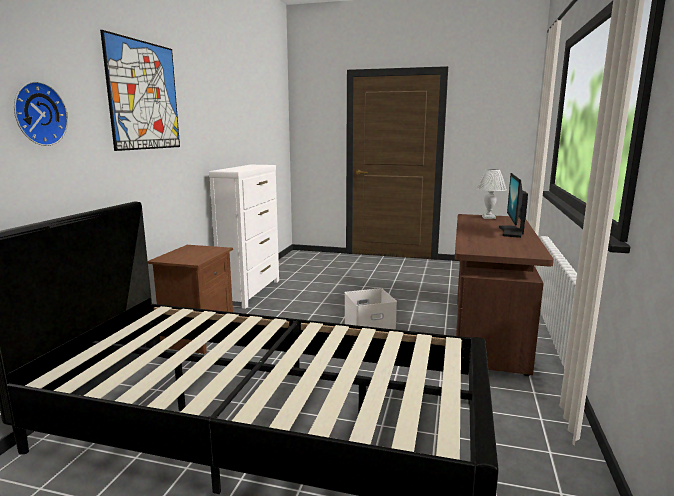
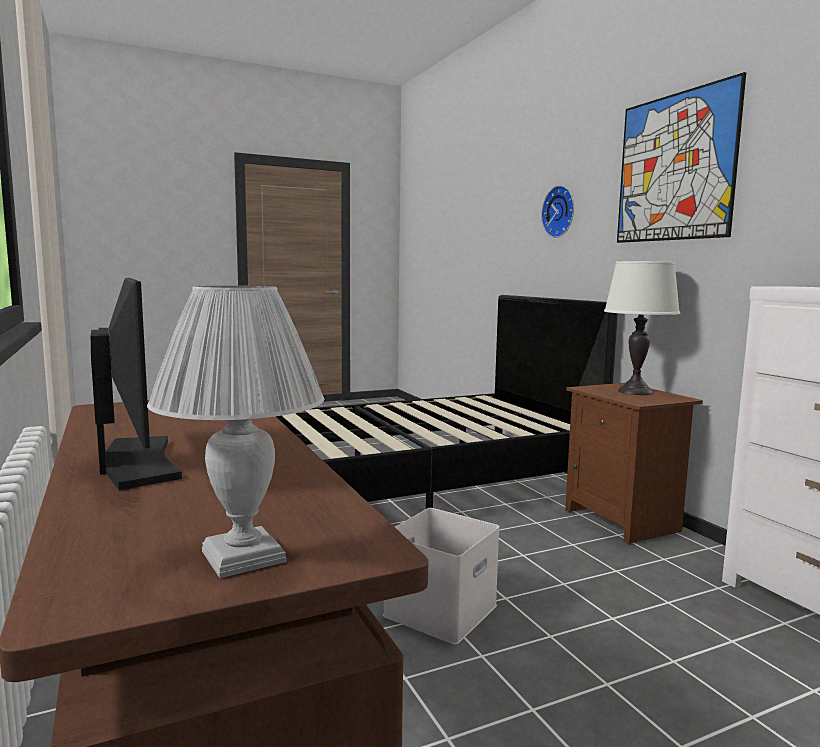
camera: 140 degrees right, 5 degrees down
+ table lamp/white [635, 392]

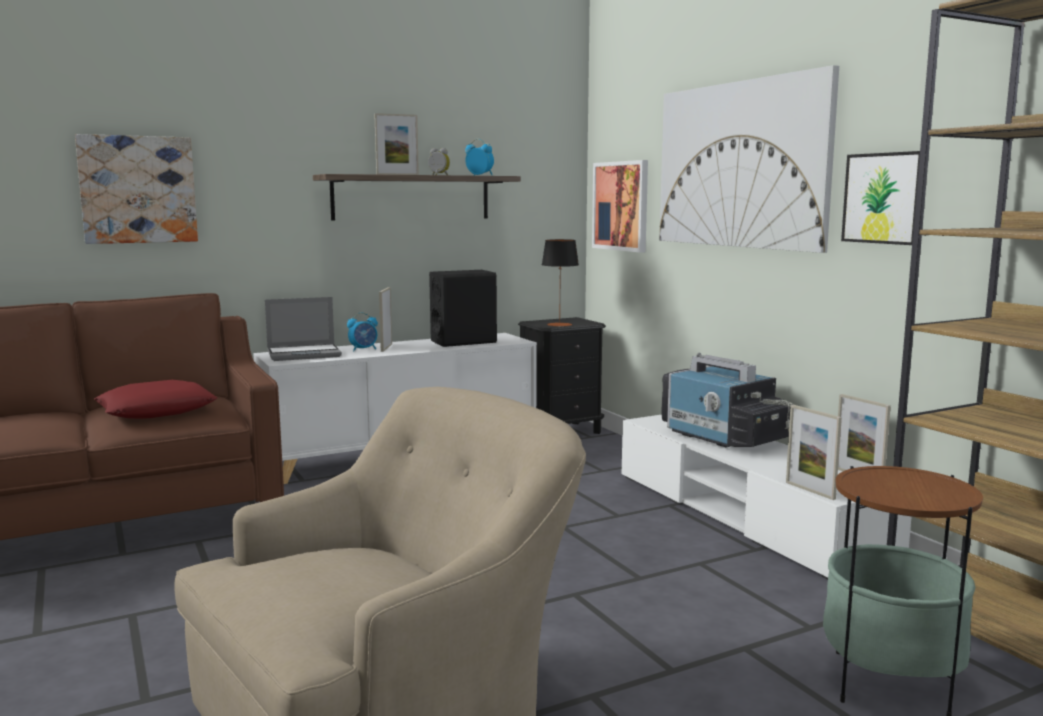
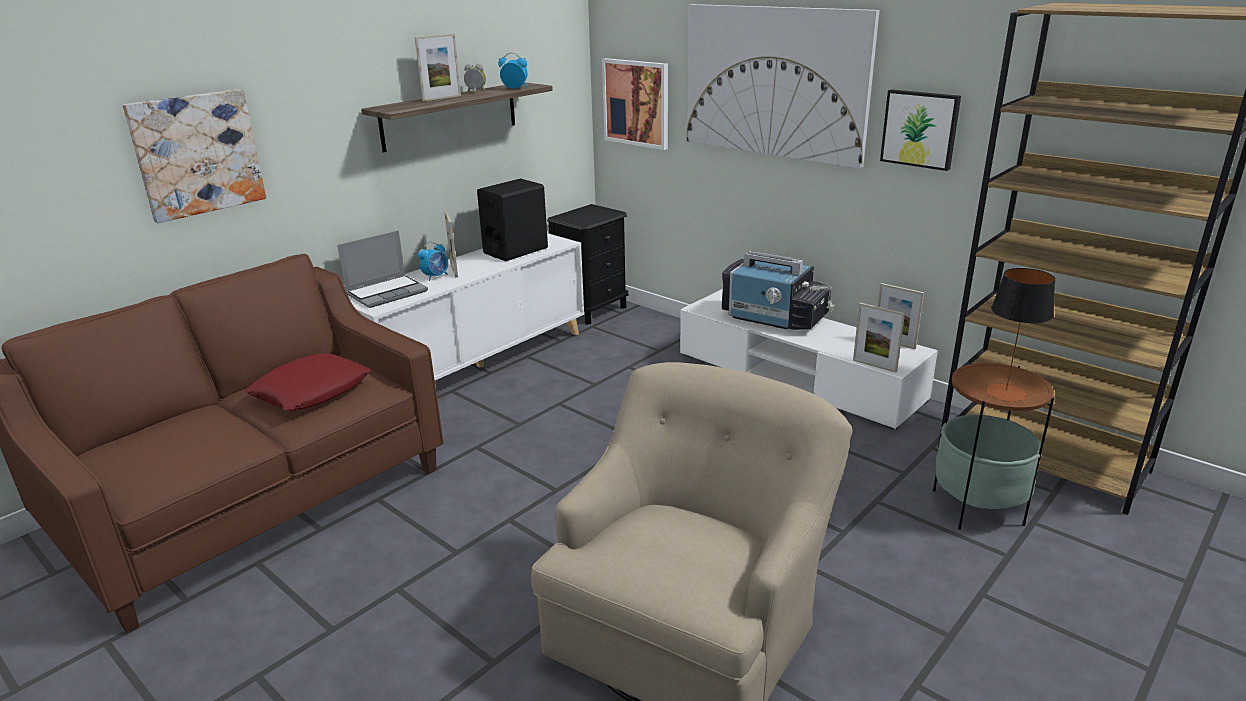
camera: 20 degrees left, 15 degrees up
~ table lamp [559, 324] to [1005, 393]

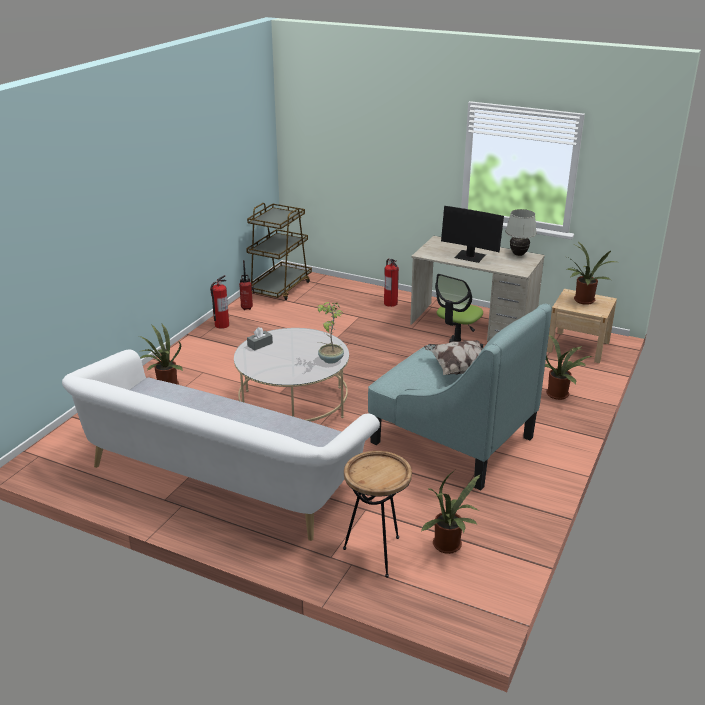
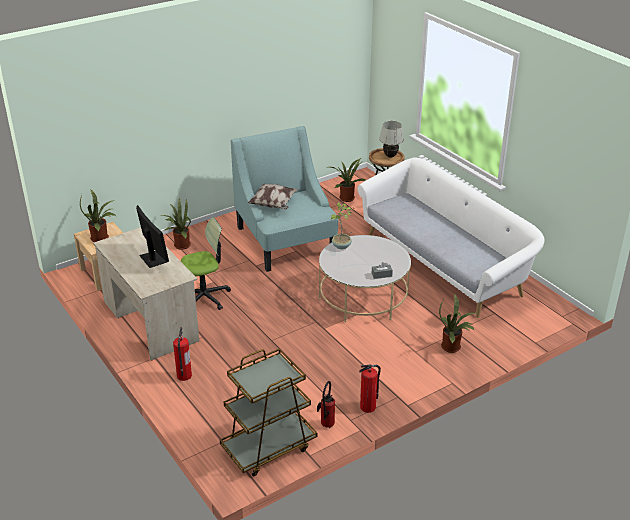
camera: 150 degrees left, 5 degrees up
~ table lamp/white [518, 254] to [390, 156]

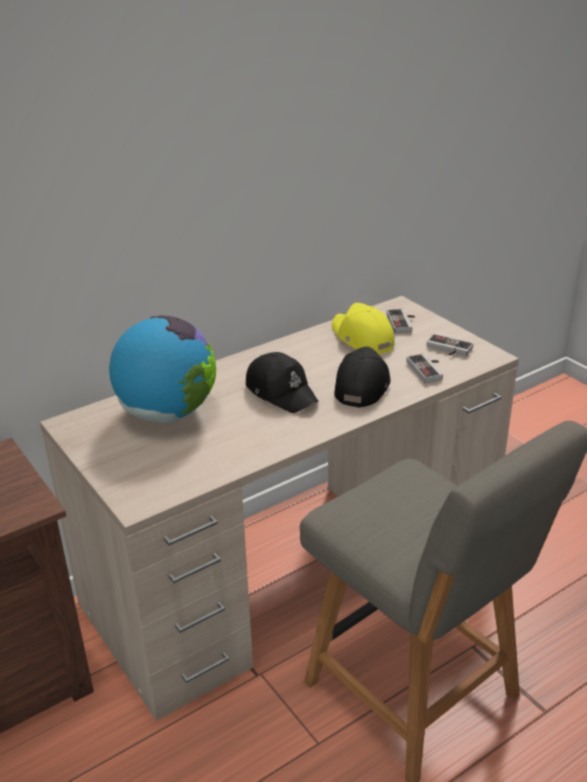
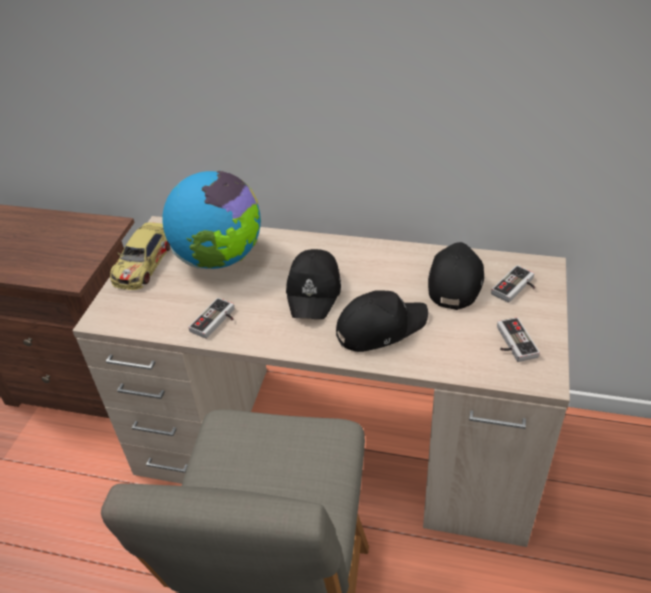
camera: 50 degrees right, 10 degrees up
+ toy car [144, 262]
~ game controller [428, 370] to [216, 322]
~ cap/yellow [361, 338] to cap/black [454, 281]

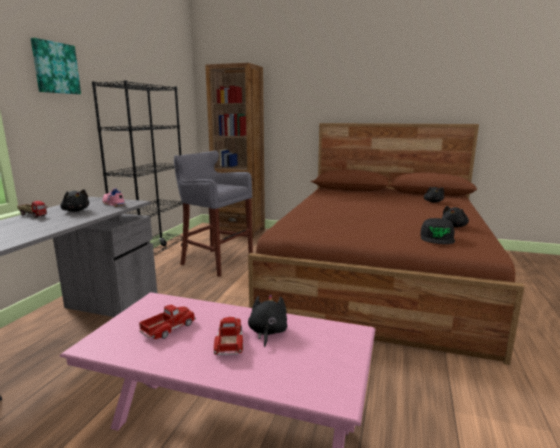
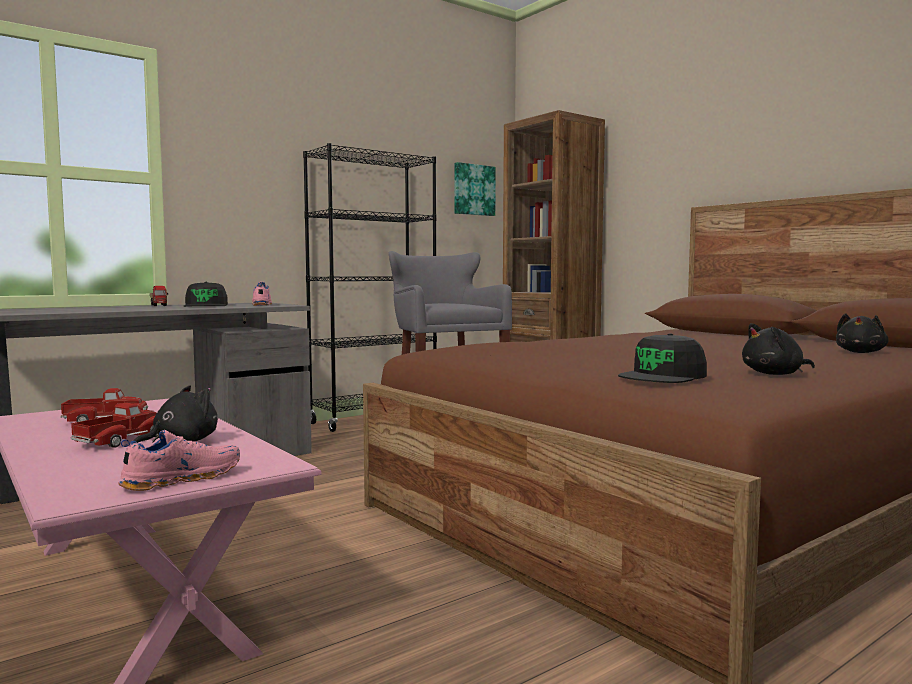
camera: 35 degrees right, 10 degrees down
+ shoe/pink [181, 479]
~ picture [55, 68] to [473, 190]
~ plush toy/black [76, 211] to cap/black [206, 305]

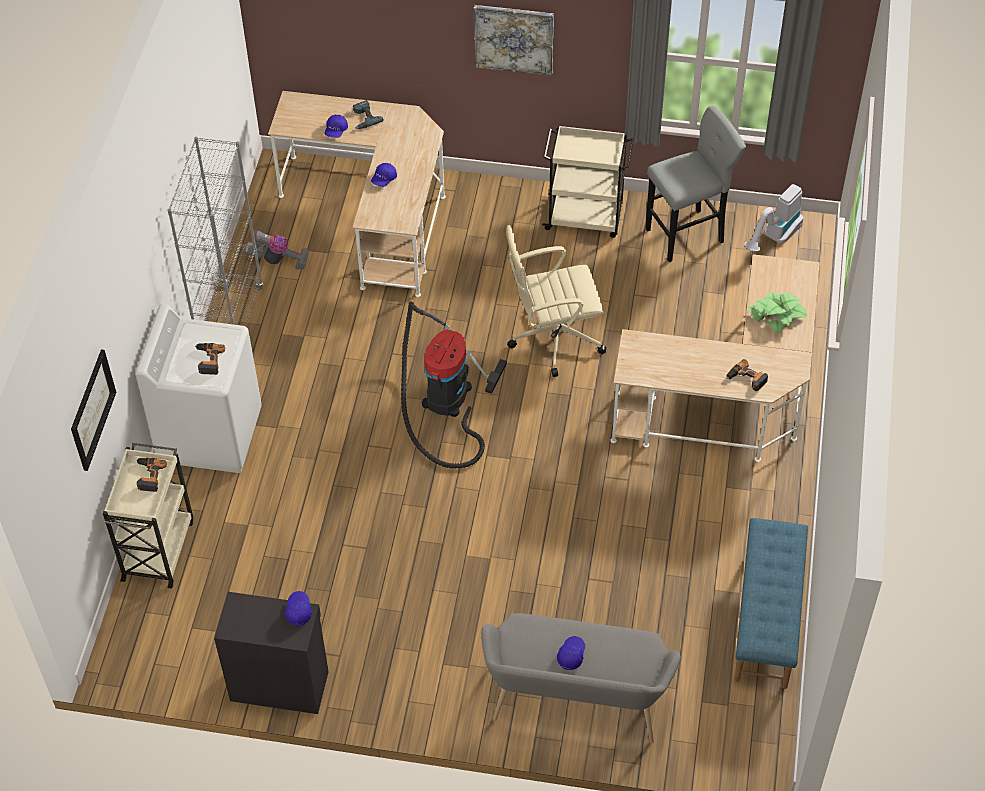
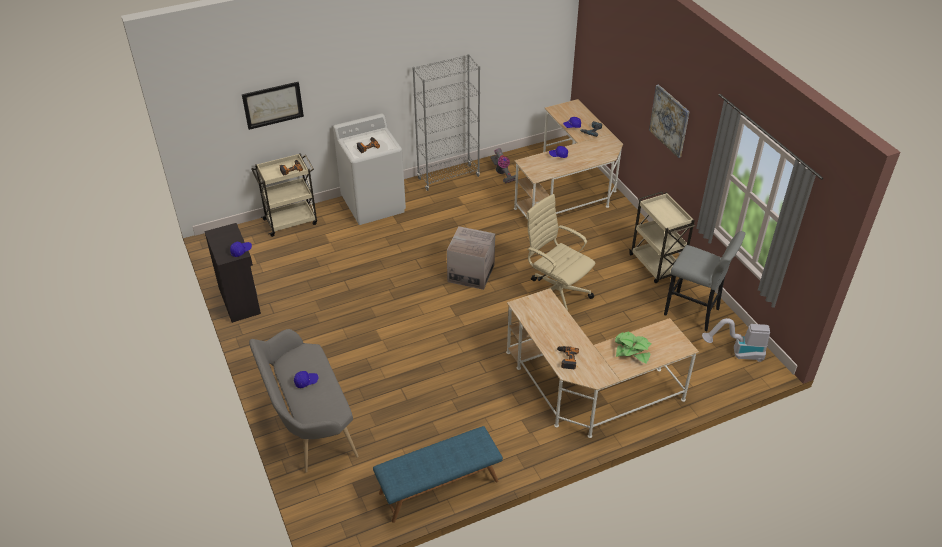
camera: 55 degrees right, 10 degrees down
~ vacuum cleaner [446, 401] to cardboard box [471, 273]

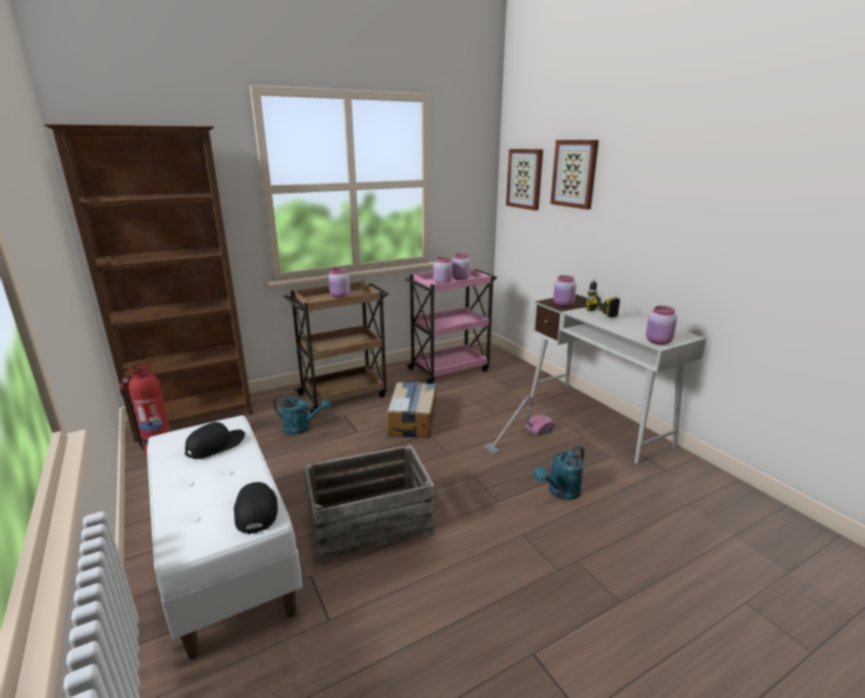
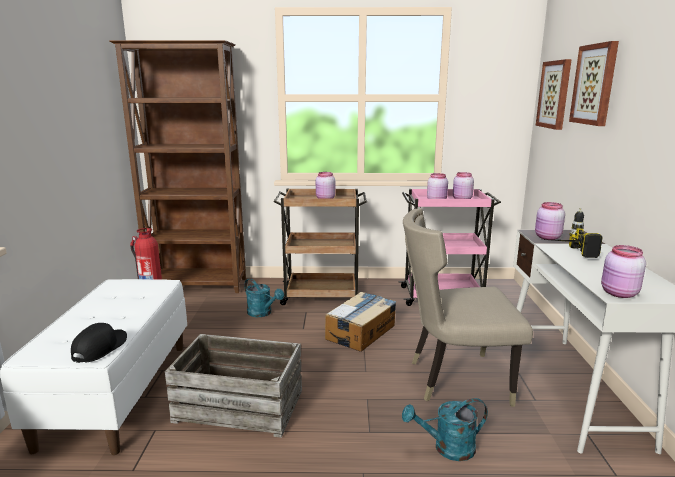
camera: 30 degrees right, 5 degrees down
- cap/black [216, 446]
~ vacuum cleaner [519, 438] to chair/beige [454, 379]

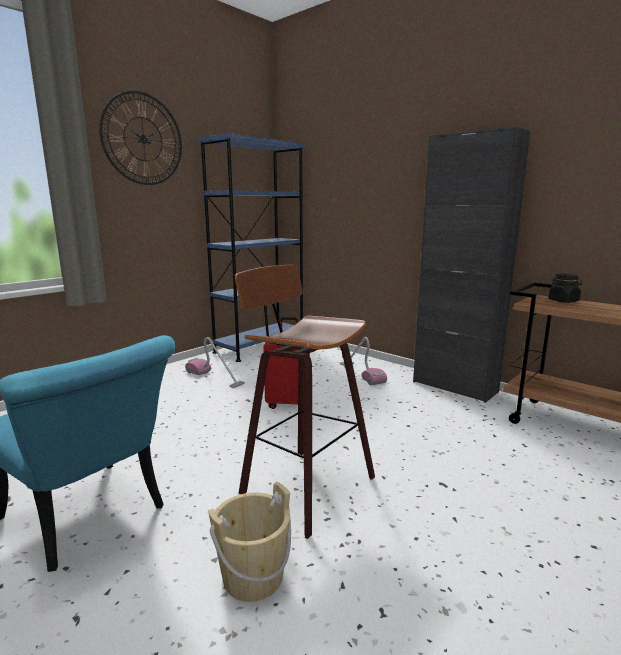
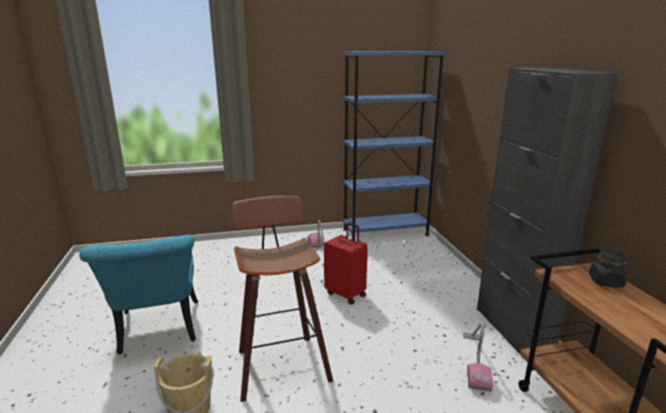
camera: 35 degrees right, 5 degrees up
- wall clock [143, 139]
~ vacuum cleaner [361, 373] to [475, 361]

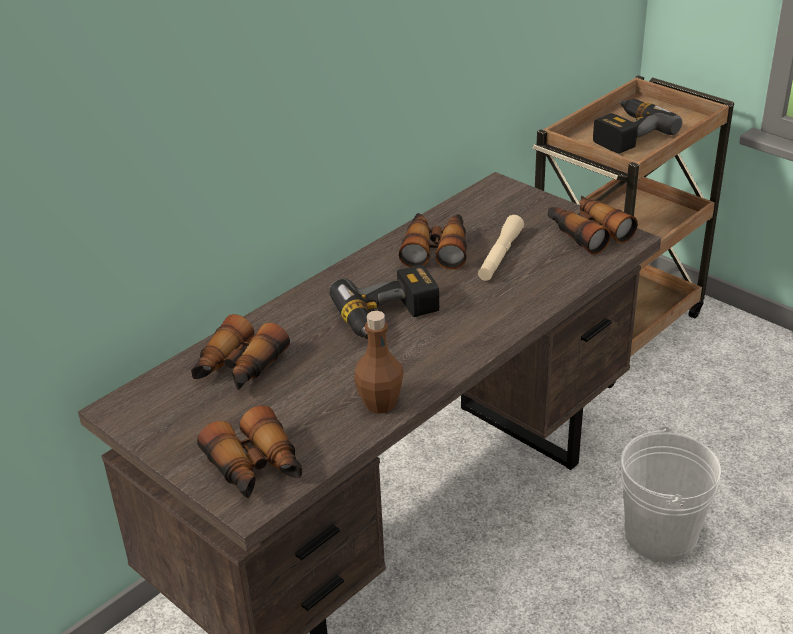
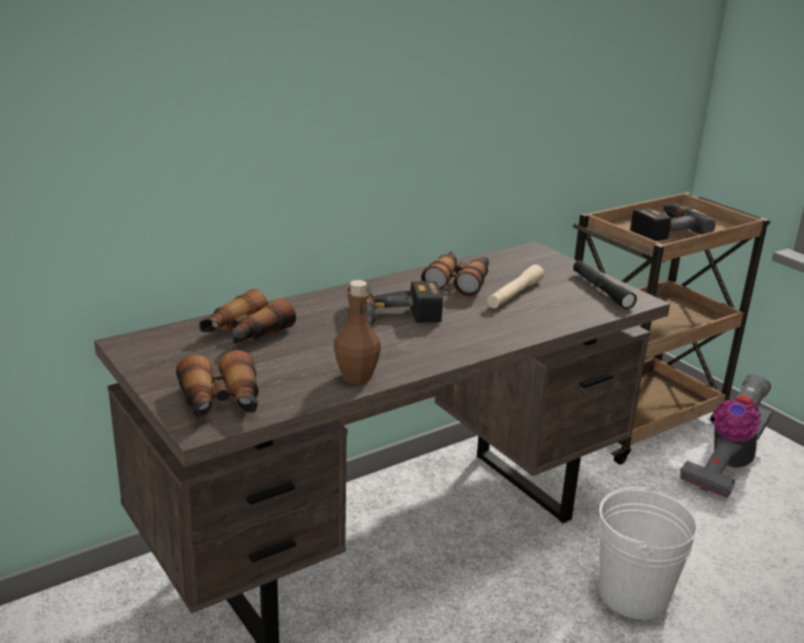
camera: 10 degrees right, 10 degrees down
+ vacuum cleaner [726, 465]
~ binoculars [587, 232] to flashlight/black [601, 290]

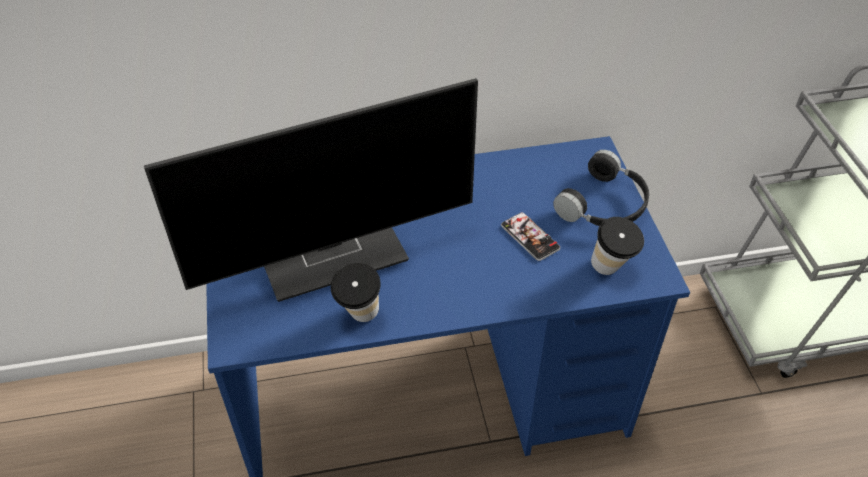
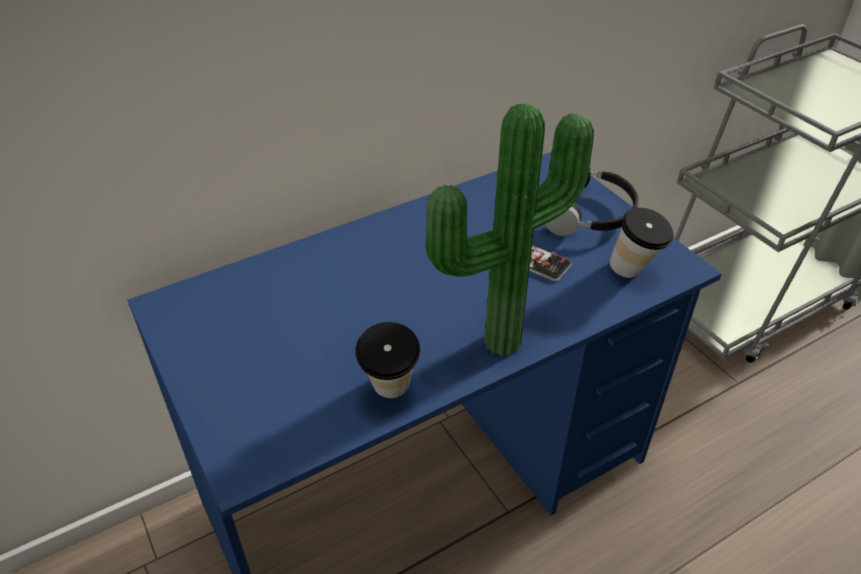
camera: 20 degrees left, 5 degrees down
- monitor [333, 251]
+ potted plant [497, 338]

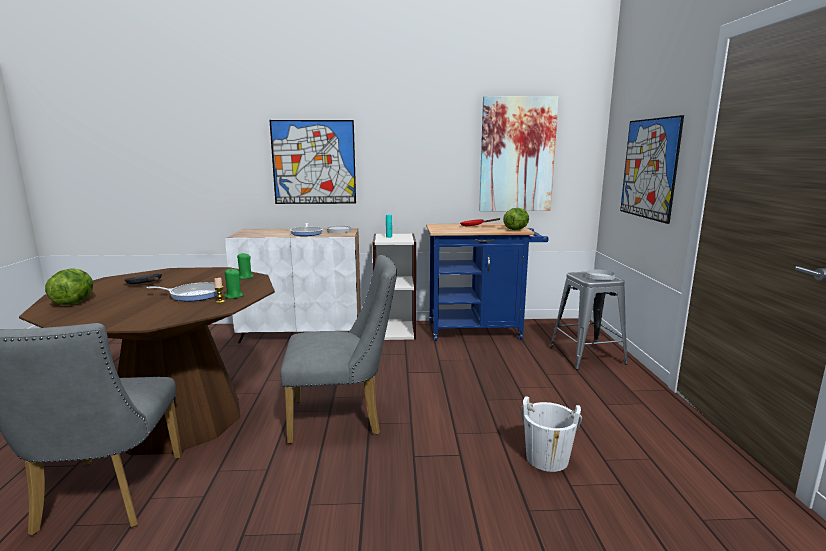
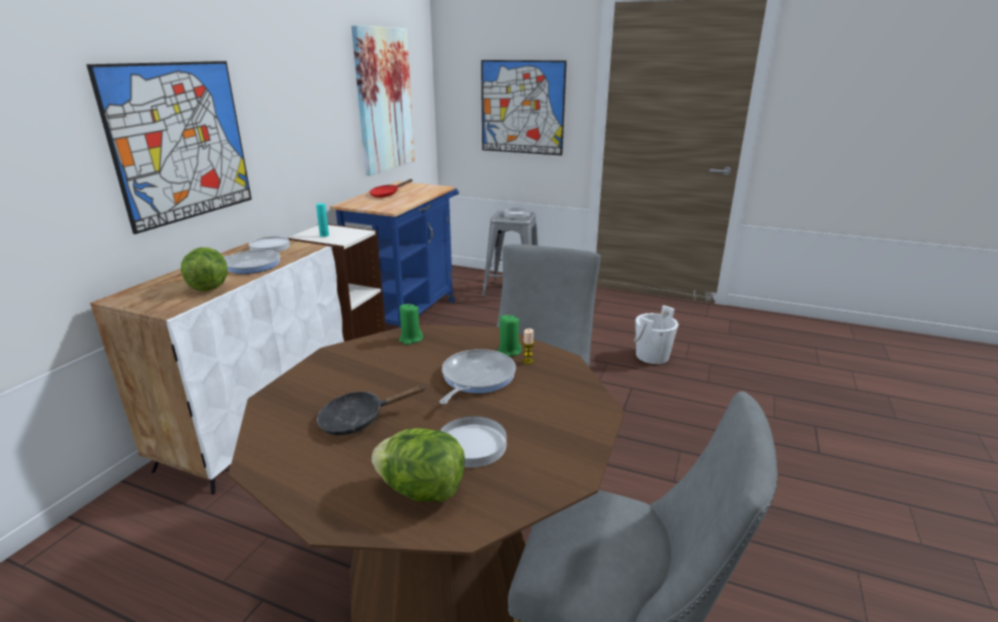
camera: 65 degrees left, 10 degrees up
+ plate/white [473, 444]
~ lettuce [516, 229] to [208, 287]

